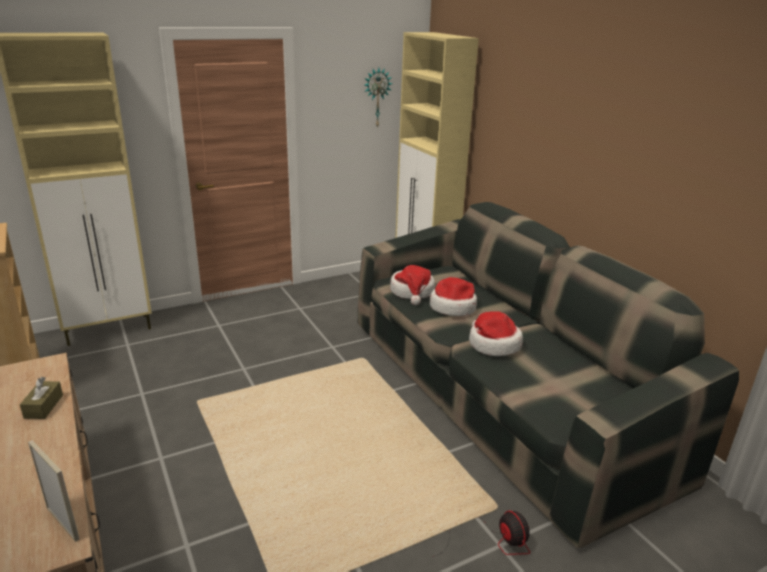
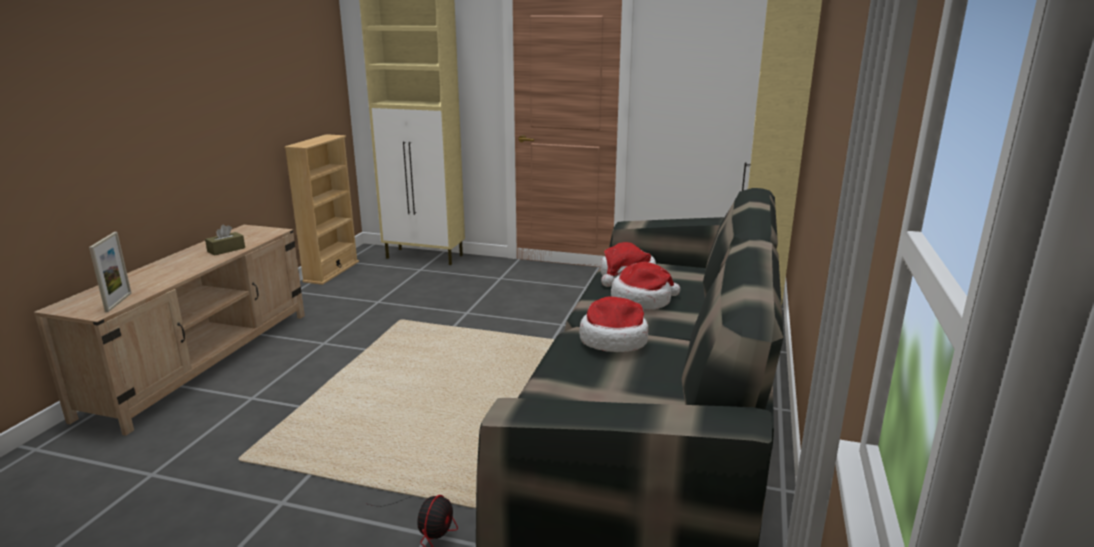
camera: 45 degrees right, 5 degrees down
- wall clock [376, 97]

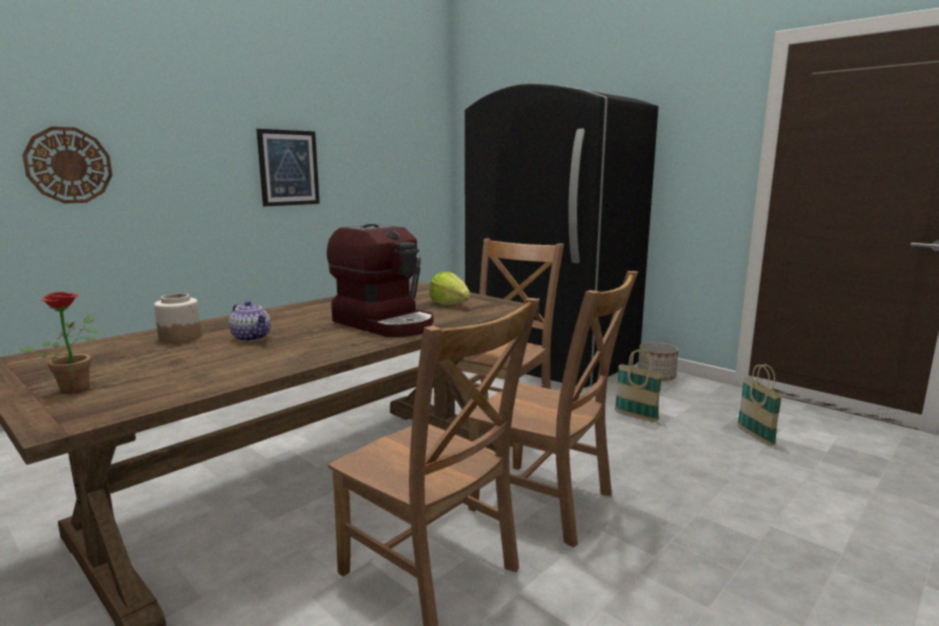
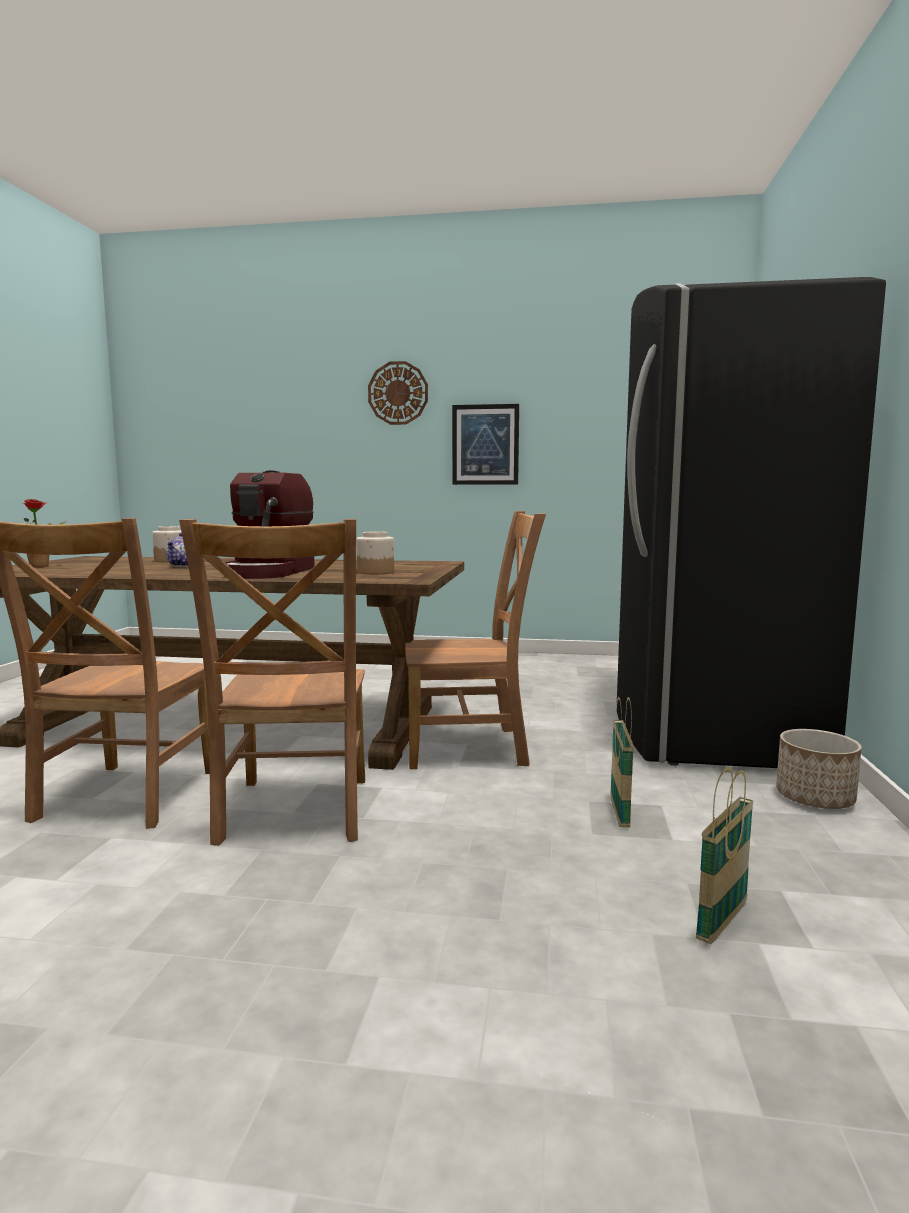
camera: 55 degrees right, 5 degrees down
~ wall clock [69, 165] to [398, 393]
~ lettuce [449, 304] to jar [376, 572]

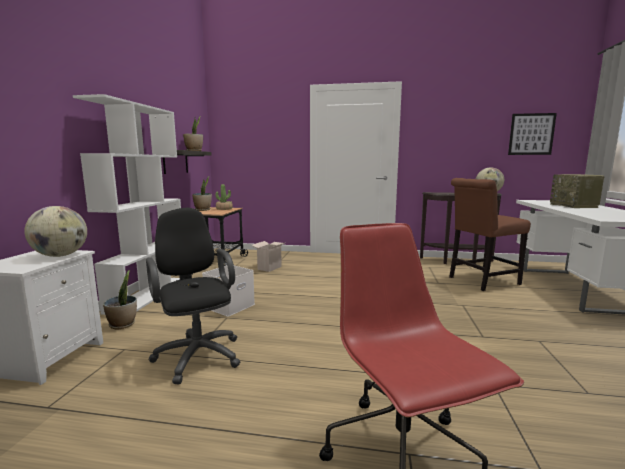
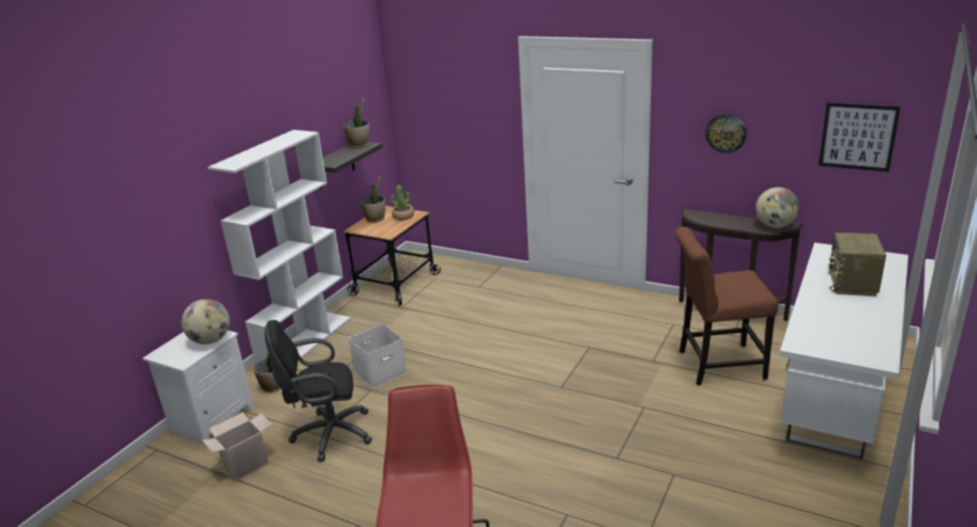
camera: 20 degrees right, 15 degrees up
+ wall clock [726, 133]
~ cardboard box [269, 267] to [246, 464]
~ office chair/black [197, 354] = [328, 434] 90 degrees counterclockwise

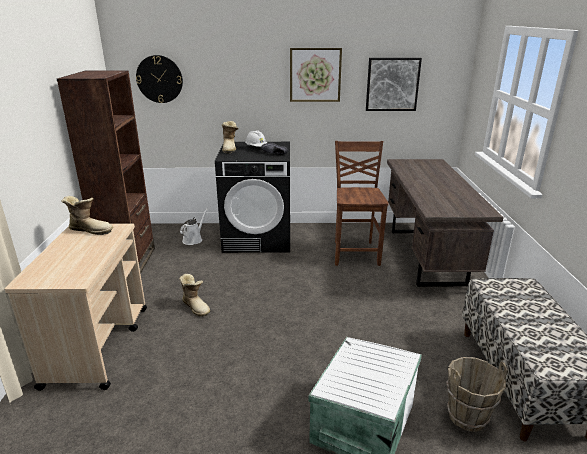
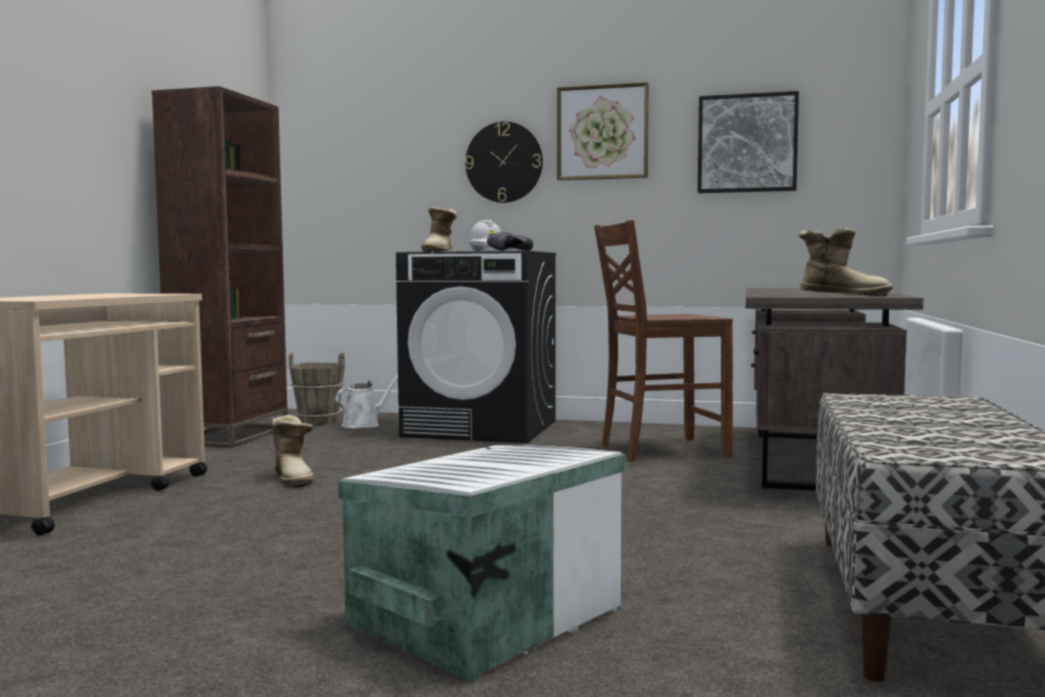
camera: 15 degrees right, 20 degrees down
~ boot [91, 230] to [841, 295]
~ wall clock [159, 79] to [504, 162]
~ bucket/brown [466, 416] to [319, 421]
~ chair/brown [355, 253] = [660, 450] 120 degrees counterclockwise

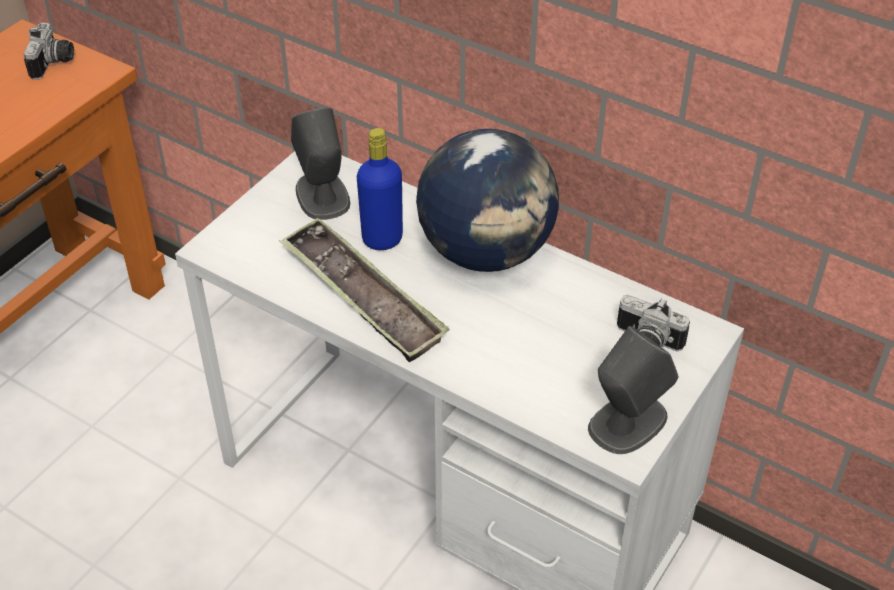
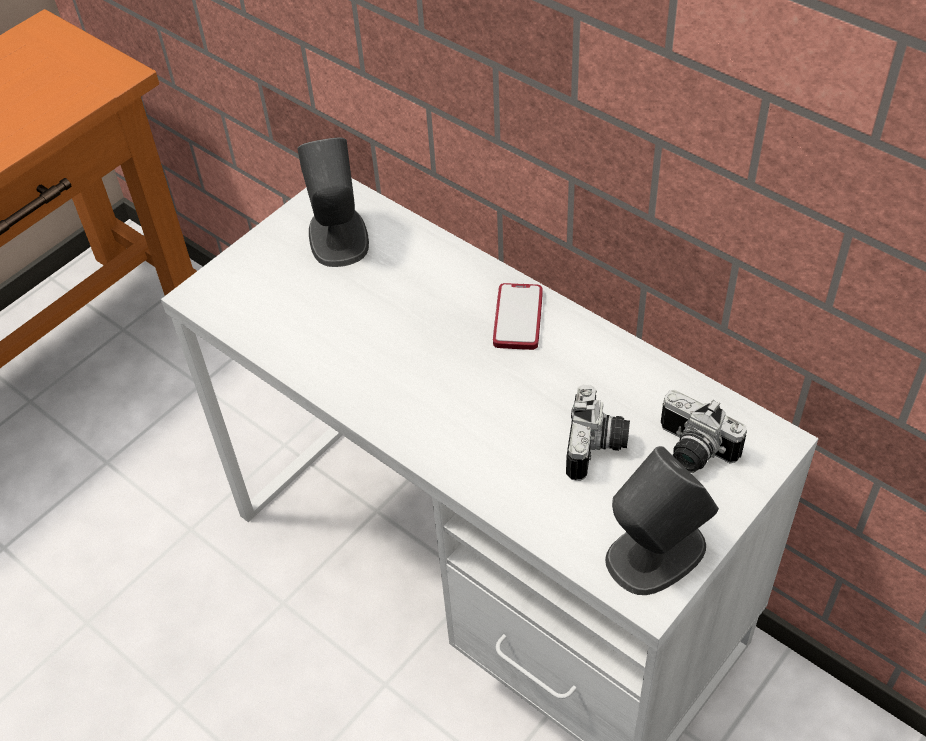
camera: 10 degrees right, 5 degrees up
- tray [362, 297]
- bottle/blue [382, 239]
~ photo camera [54, 63] to [598, 447]
~ globe [486, 251] to phone [518, 318]

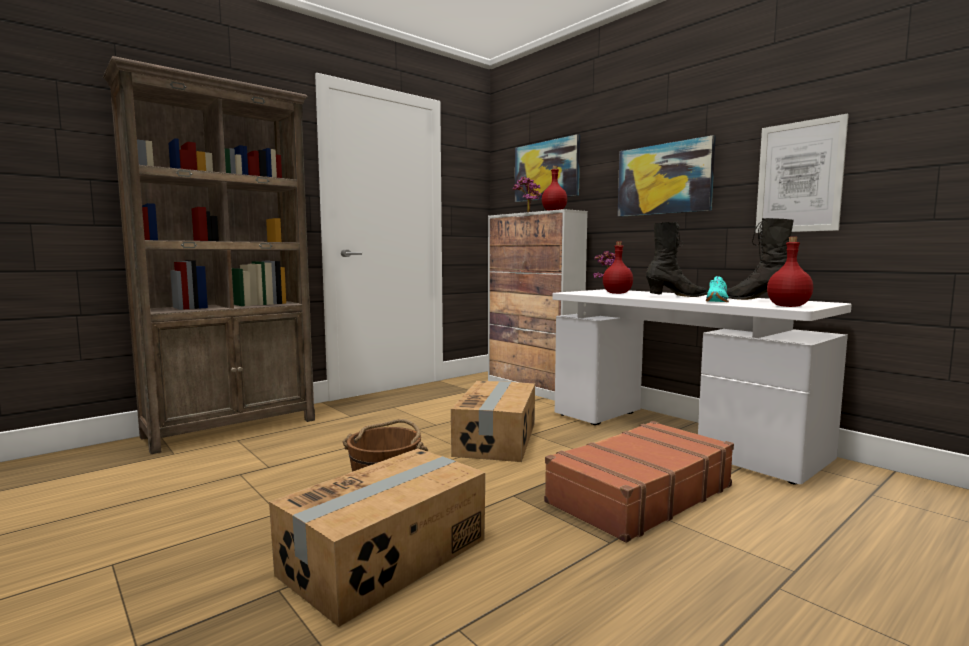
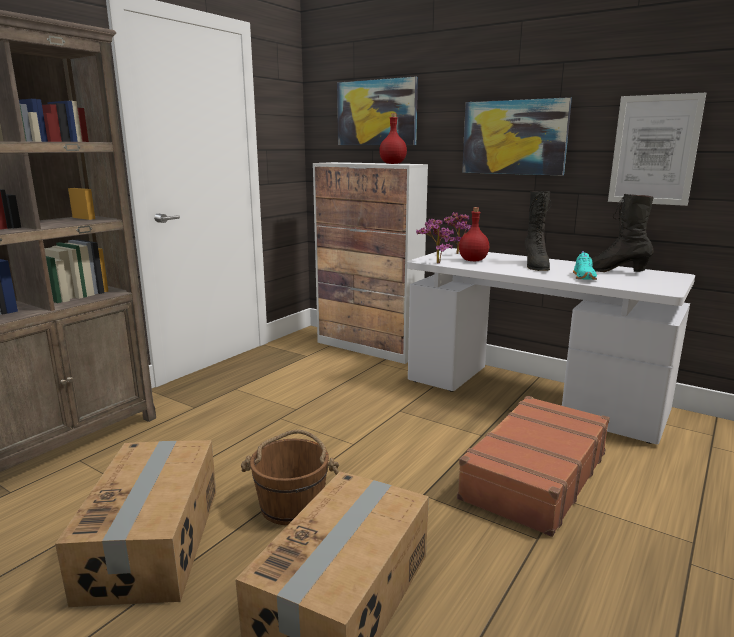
camera: 15 degrees left, 10 degrees up
- bottle/red [787, 306]
~ cardboard box [497, 439] to [154, 541]
~ potted plant [526, 212] to [435, 262]
~ boot/black [676, 296] = [535, 266] 120 degrees clockwise

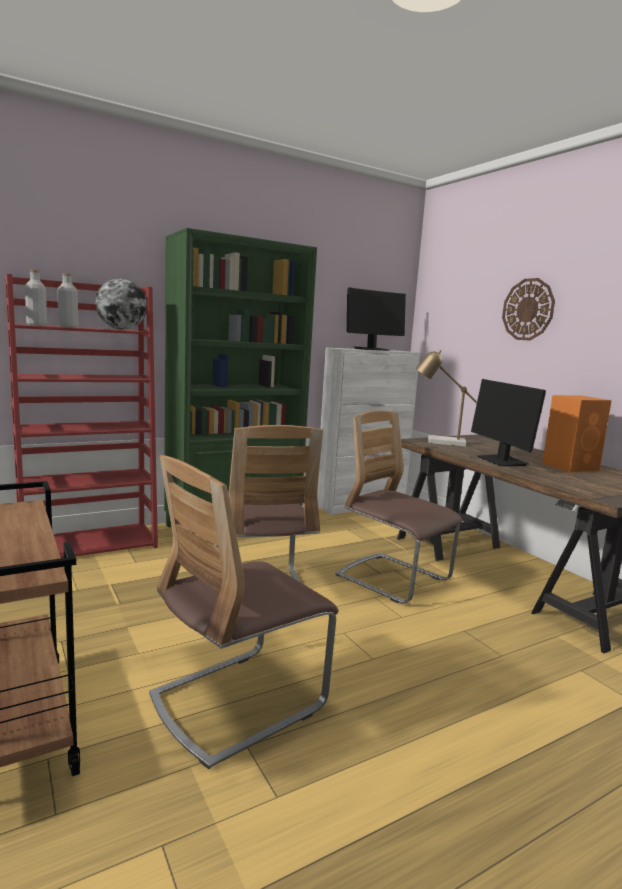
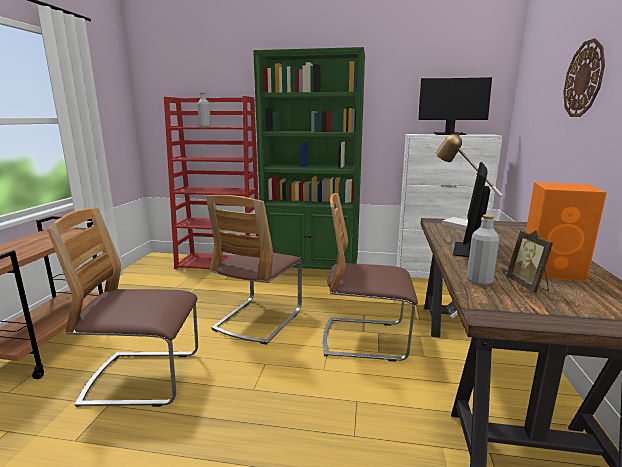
camera: 40 degrees right, 5 degrees up
- globe [121, 329]
+ picture frame [528, 285]
~ bottle/grey [36, 325] to [479, 281]
~ chair [393, 579] = [365, 339] 75 degrees counterclockwise

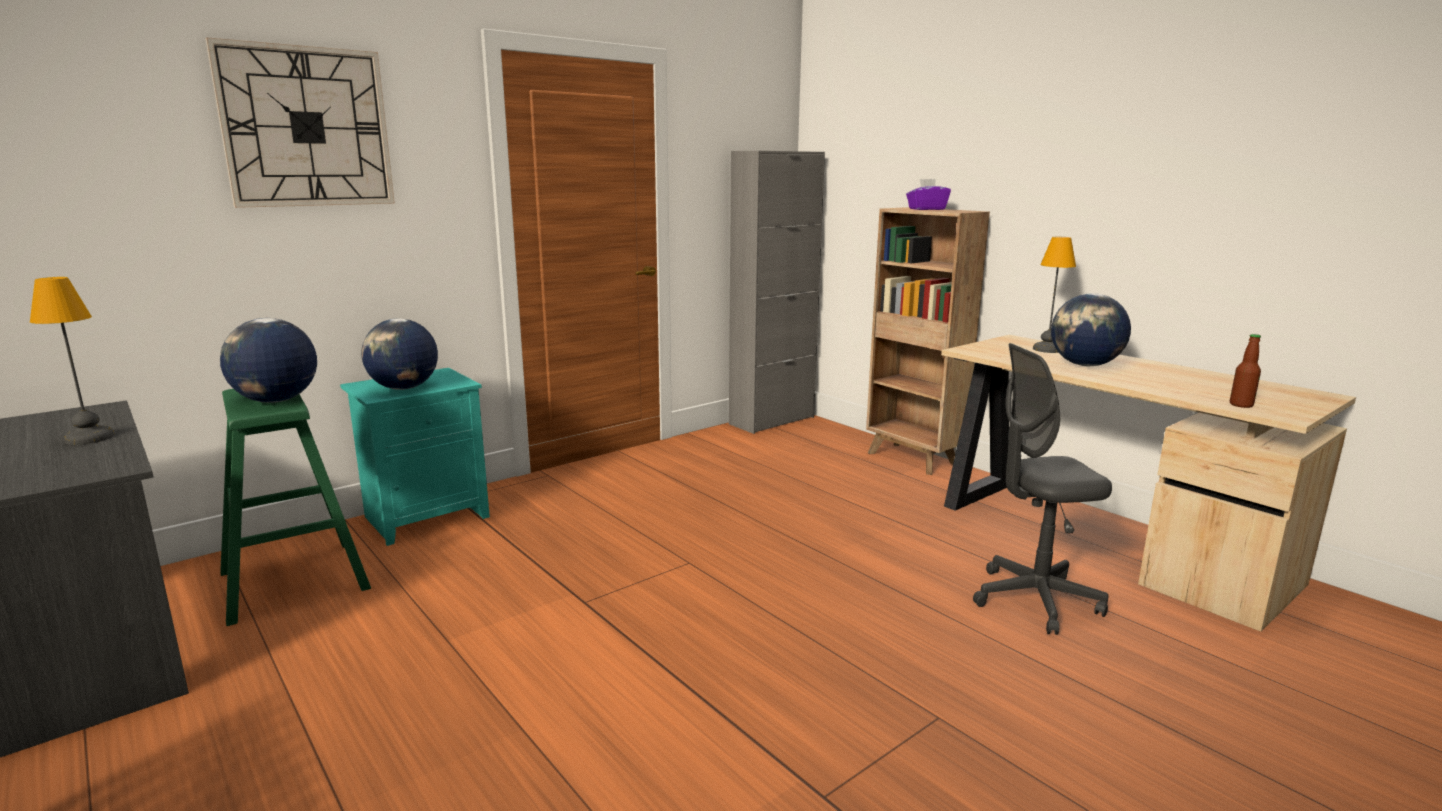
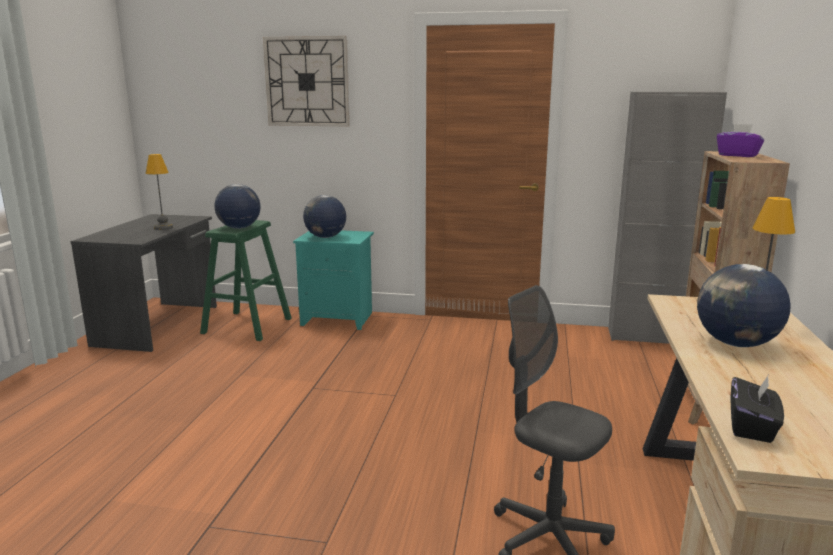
camera: 50 degrees right, 0 degrees up
~ bottle [1241, 405] to tissue box/black [752, 427]

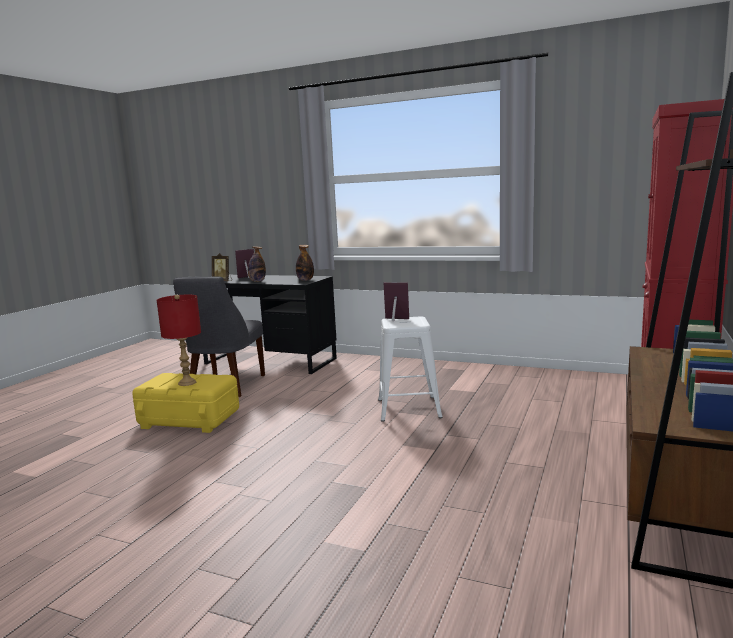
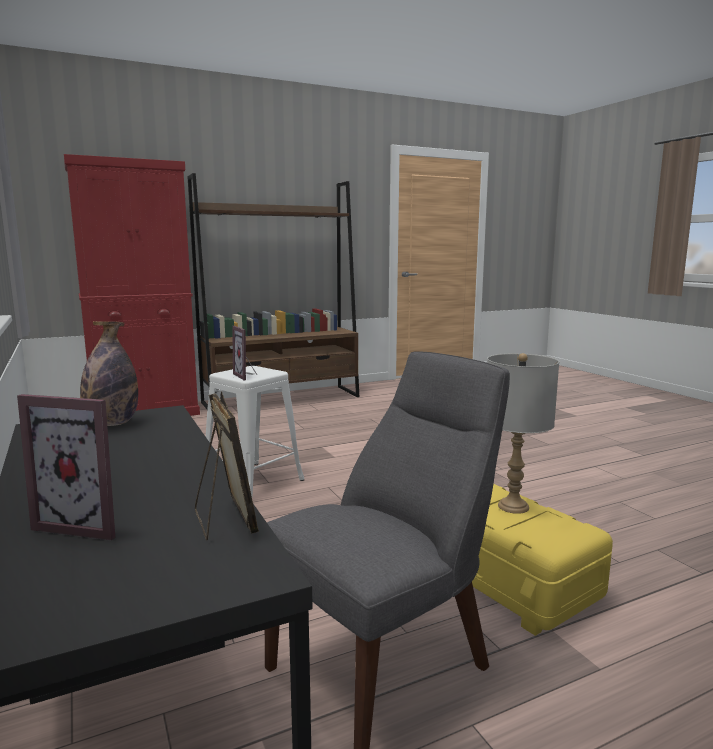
camera: 140 degrees left, 0 degrees up
- bottle [257, 281]
~ table lamp/red [187, 383] to table lamp/grey [512, 506]

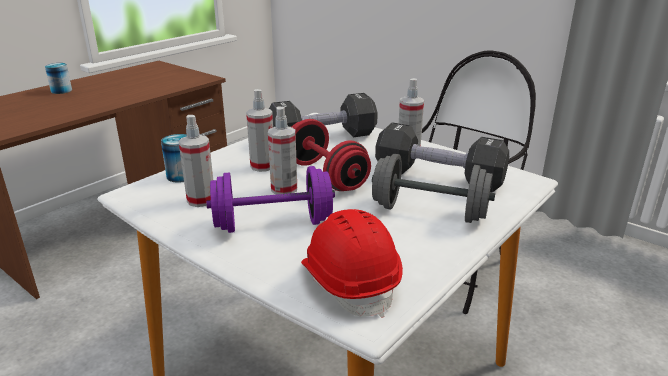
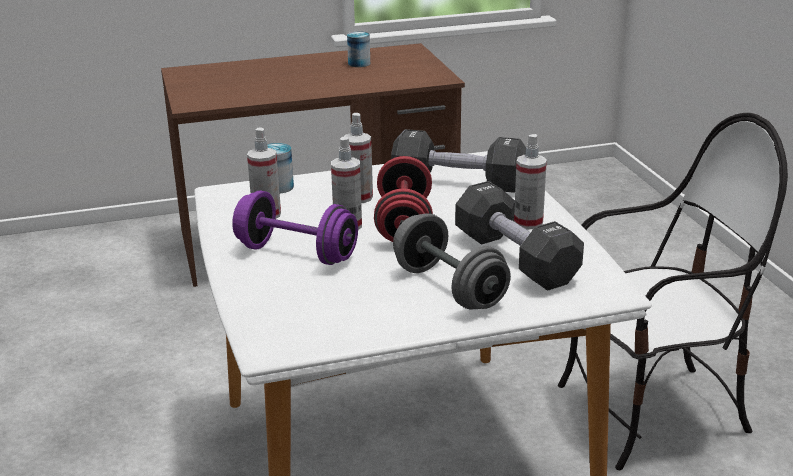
camera: 35 degrees right, 0 degrees up
- hard hat/red [350, 282]
~ can [61, 91] to [359, 63]

